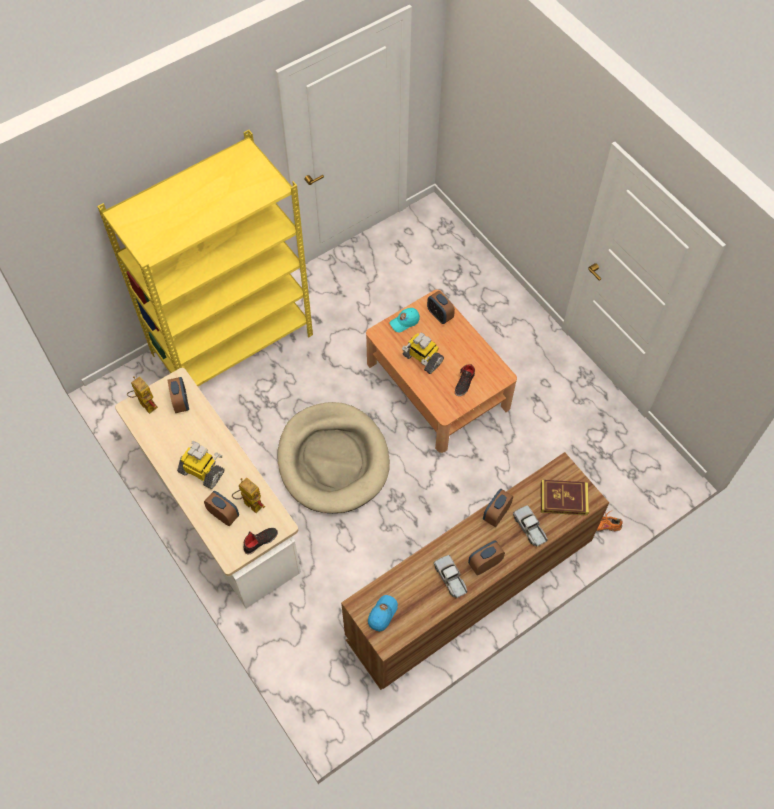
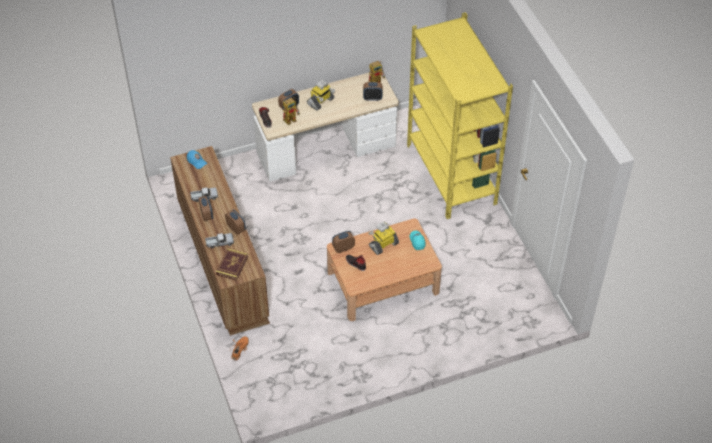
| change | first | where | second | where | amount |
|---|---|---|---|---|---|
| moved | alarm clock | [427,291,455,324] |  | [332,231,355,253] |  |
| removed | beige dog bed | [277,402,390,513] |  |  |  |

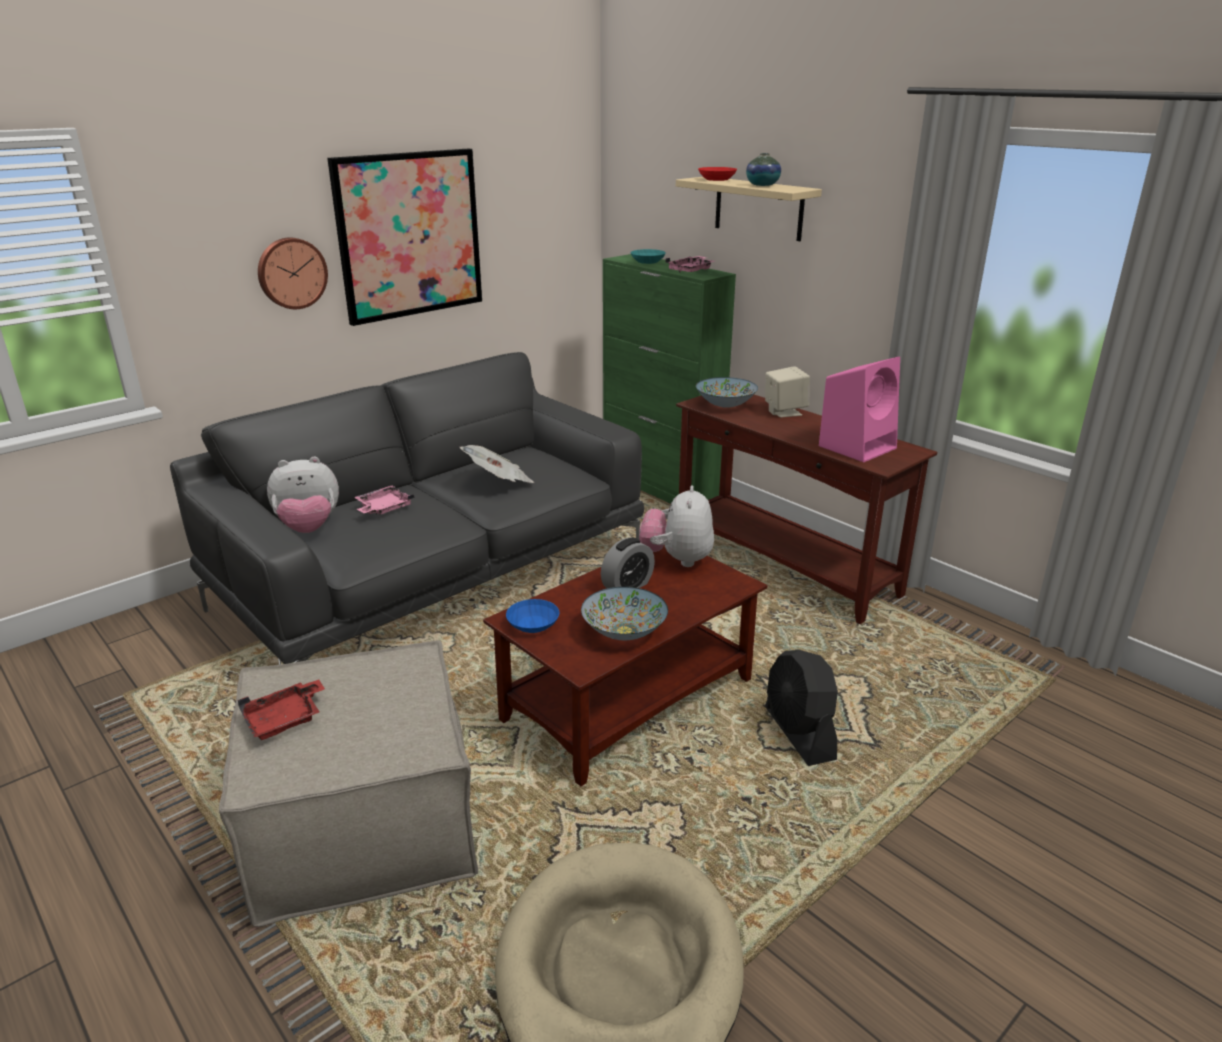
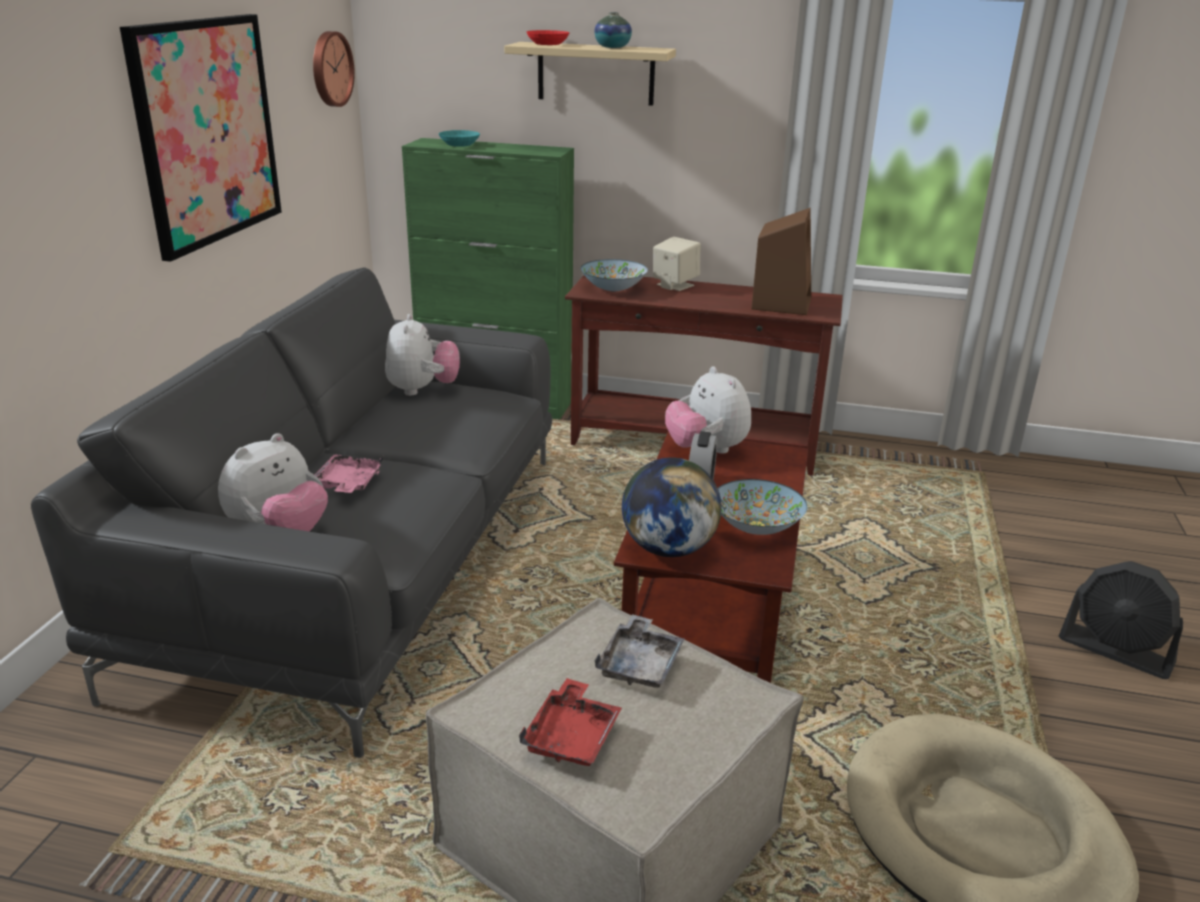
| change | first | where | second | where | amount |
|---|---|---|---|---|---|
| moved | wall clock | [258,238,328,309] |  | [313,31,355,107] |  |
| added |  |  | plush toy | [385,314,460,396] |  |
| added |  |  | grey tray | [595,614,685,688] |  |
| replaced | blue bowl | [506,599,559,633] | globe | [622,457,722,557] |  |
| recoloured | pink speaker | [819,357,900,462] | brown speaker | [751,208,811,315] |  |
| moved | black fan | [765,650,838,766] |  | [1059,561,1183,679] |  |
| removed | newspaper | [460,445,534,483] |  |  |  |
| removed | pink tray | [666,256,714,272] |  |  |  |

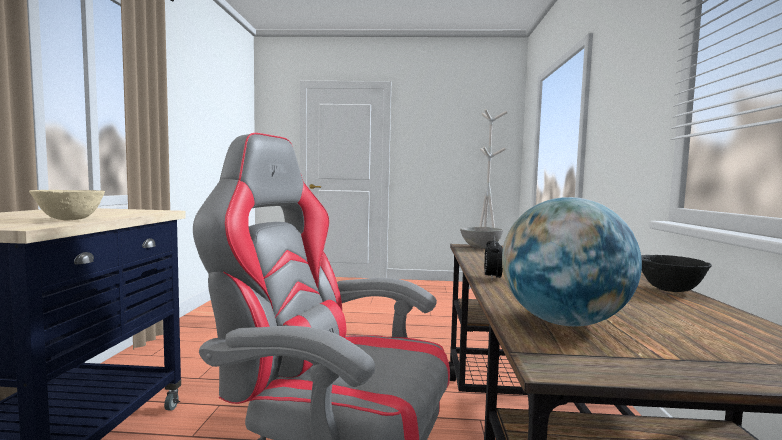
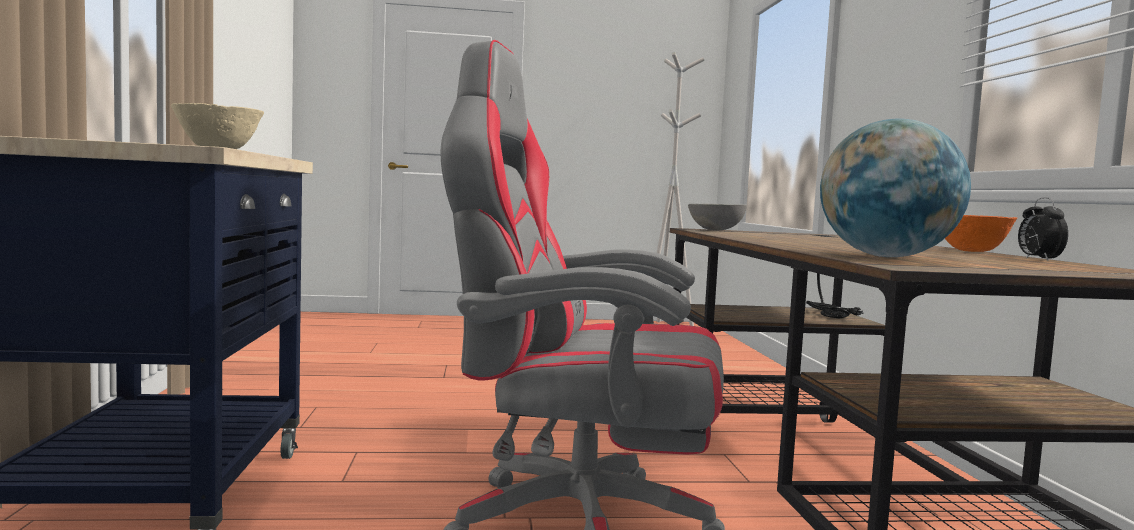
| change | first | where | second | where | amount |
|---|---|---|---|---|---|
| recoloured | black bowl | [641,255,712,292] | orange bowl | [945,215,1017,252] |  |
| moved | alarm clock | [484,235,503,279] |  | [1018,197,1068,261] |  |

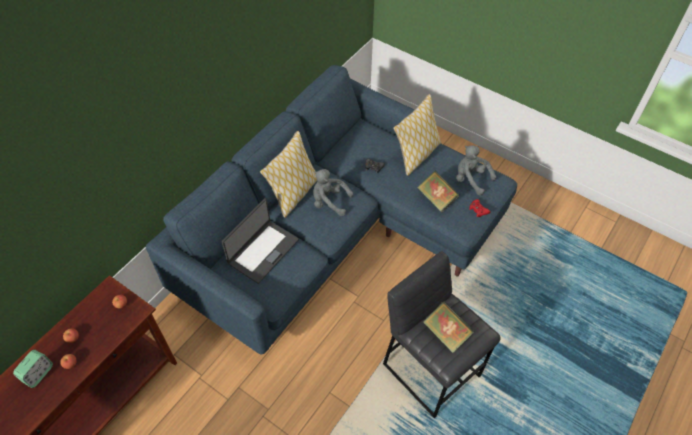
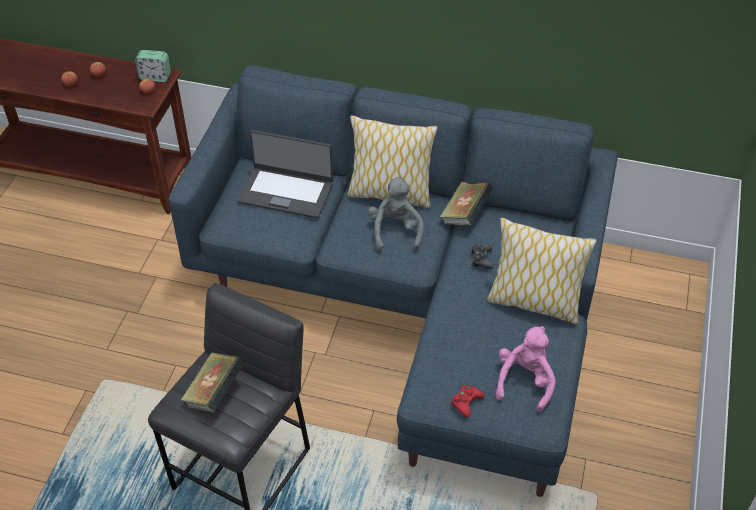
| change | first | where | second | where | amount |
|---|---|---|---|---|---|
| moved | alarm clock | [13,350,53,388] |  | [135,50,171,82] |  |
| moved | book | [417,171,460,212] |  | [440,182,492,225] |  |
| recoloured | grey plush toy | [456,145,496,195] | pink plush toy | [495,326,556,412] |  |

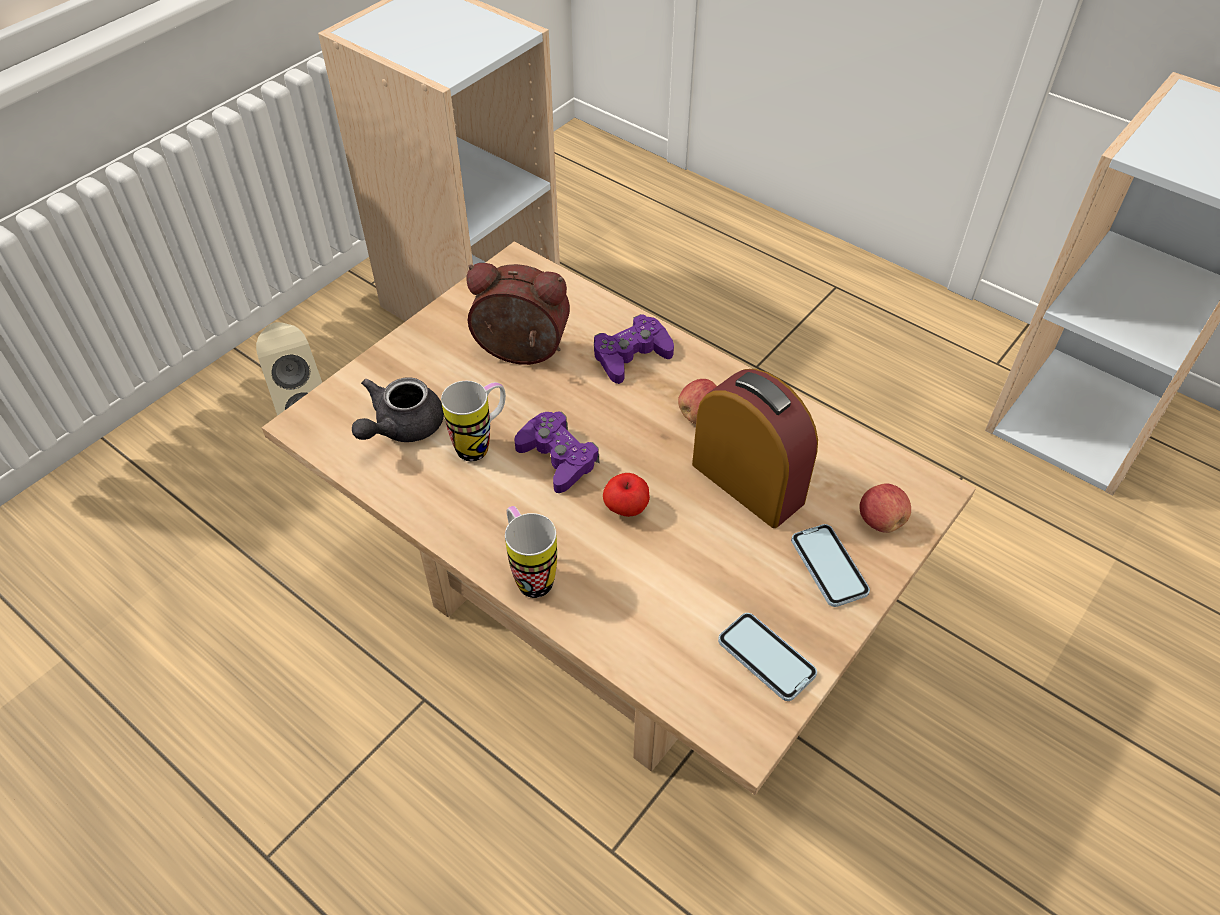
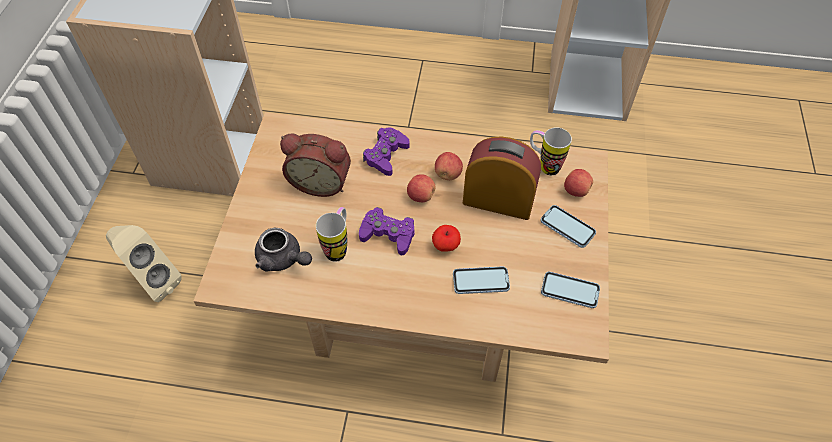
| change | first | where | second | where | amount |
|---|---|---|---|---|---|
| turned | grey teapot | [352,377,444,442] |  | [255,228,312,272] | 60 degrees counterclockwise |
| turned | alarm clock | [466,263,570,365] |  | [280,133,351,197] | 150 degrees counterclockwise |
| added |  |  | apple | [407,174,436,202] |  |
| added |  |  | phone | [453,266,510,294] |  |
| moved | mug | [505,506,557,598] |  | [530,127,572,175] |  |

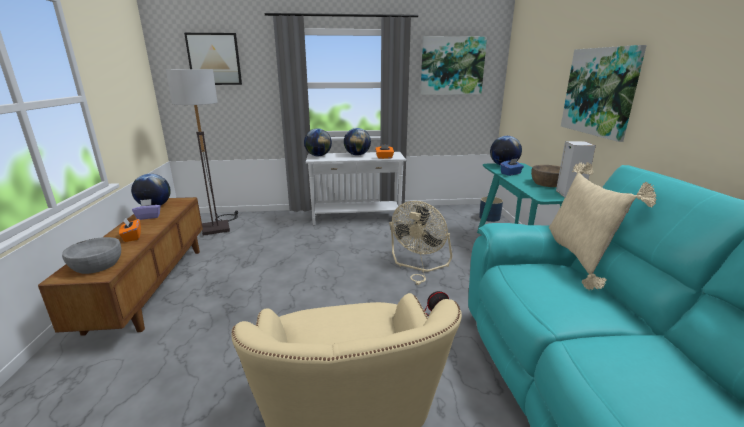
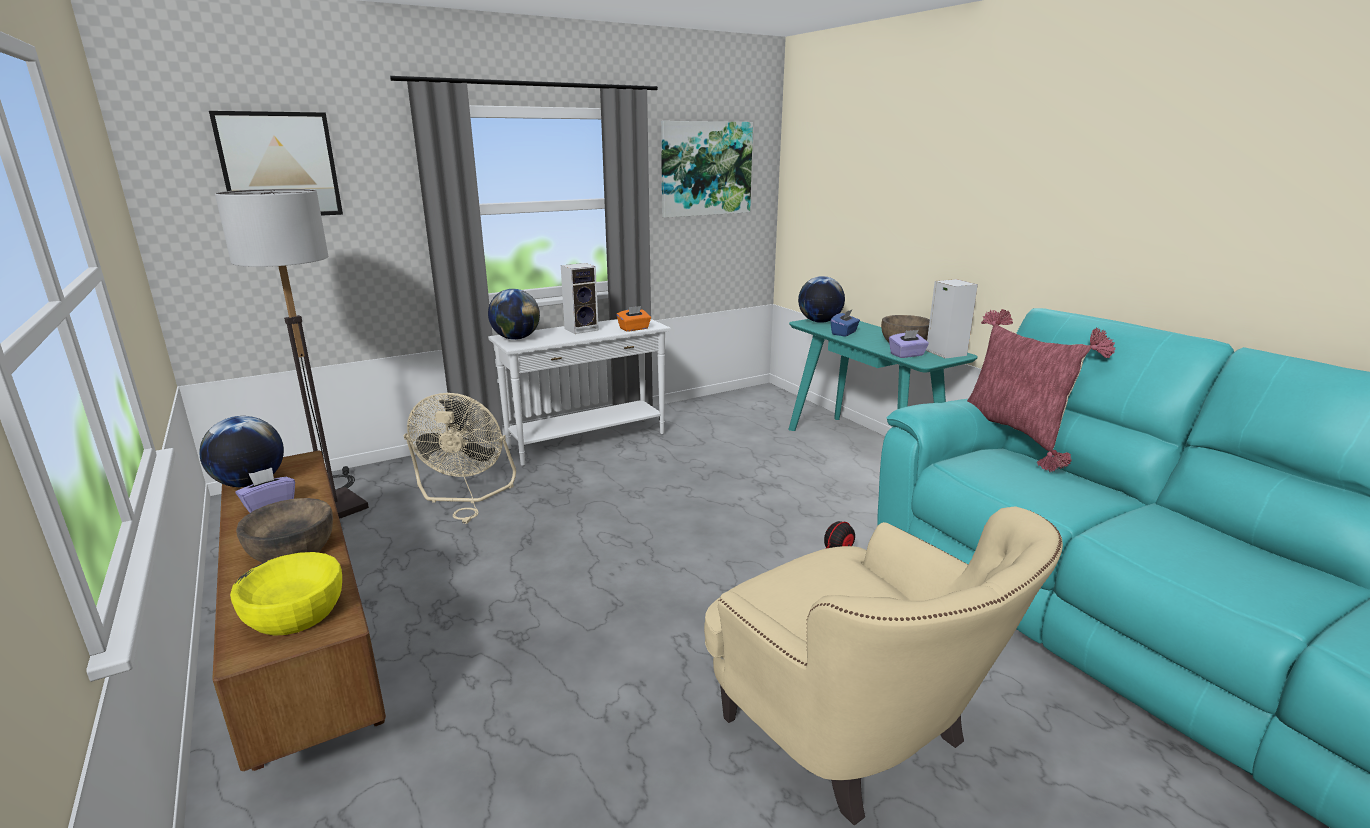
| change | first | where | second | where | amount |
|---|---|---|---|---|---|
| recoloured | grey bowl | [62,237,121,274] | yellow bowl | [230,552,342,636] |  |
| replaced | orange tissue box | [119,217,141,242] | brown bowl | [236,498,333,563] |  |
| moved | beige fan | [389,201,452,285] |  | [404,393,516,524] |  |
| replaced | globe | [344,128,371,156] | speaker | [561,263,599,334] |  |
| added |  |  | purple tissue box | [889,330,929,358] |  |
| recoloured | beige pillow | [549,162,657,291] | red pillow | [967,309,1116,473] |  |
| removed | blue planter | [479,197,503,222] |  |  |  |
| removed | picture | [561,45,647,142] |  |  |  |

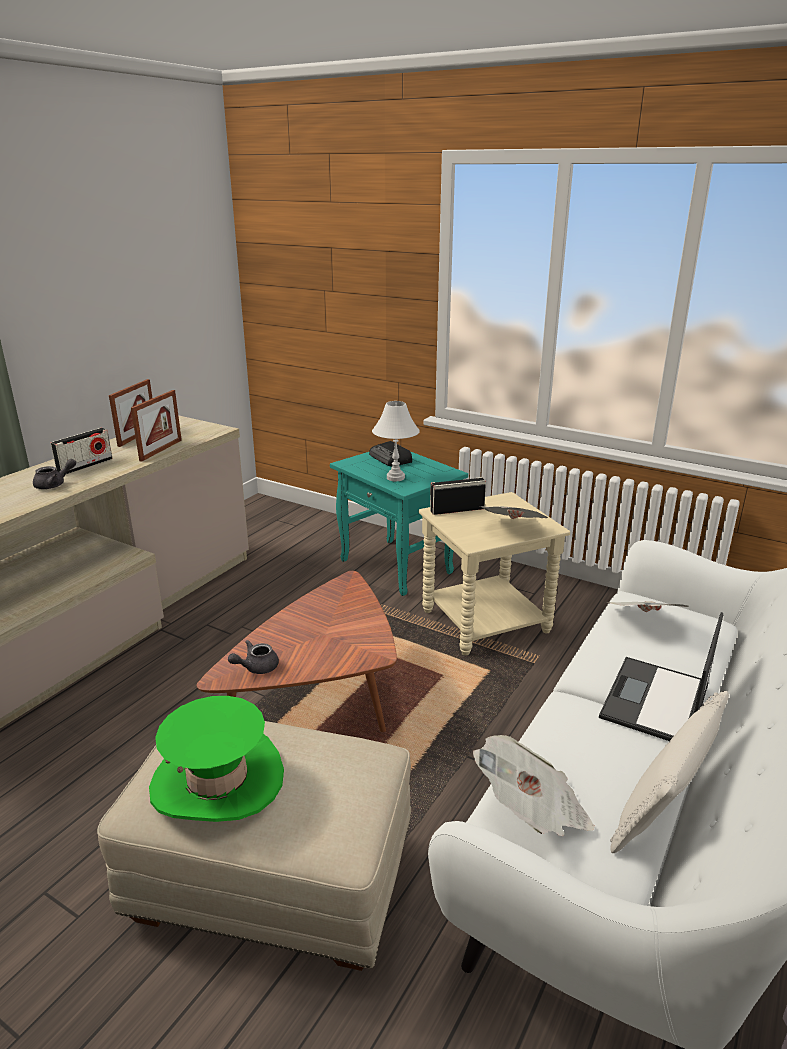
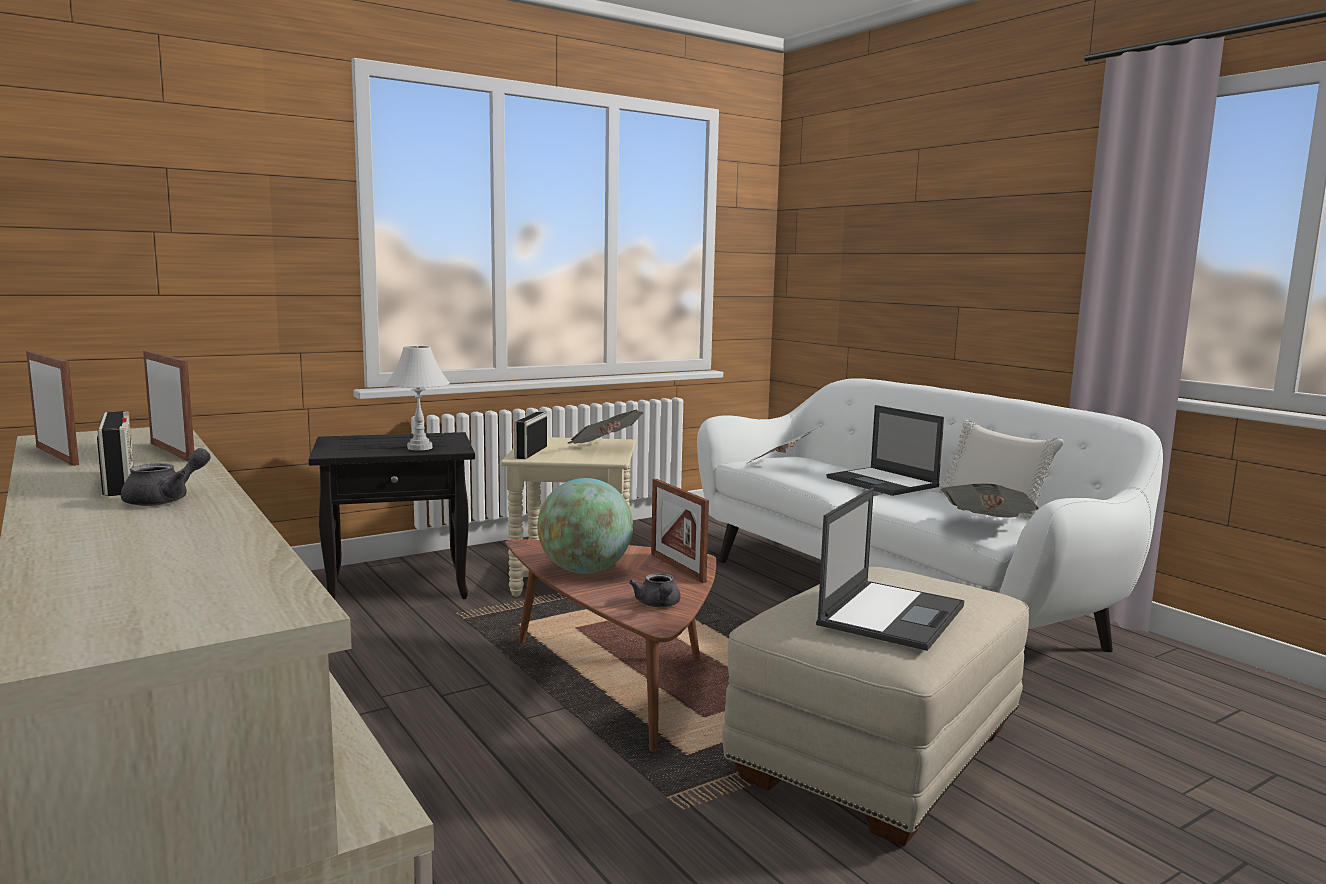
| change | first | where | second | where | amount |
|---|---|---|---|---|---|
| turned | grey teapot | [33,459,76,489] |  | [121,448,211,506] | 45 degrees clockwise |
| recoloured | turquoise side table | [330,451,468,596] | black side table | [309,432,475,599] |  |
| added |  |  | globe | [537,478,633,574] |  |
| added |  |  | picture frame | [651,479,709,583] |  |
| replaced | green hat | [149,696,284,822] | laptop | [816,488,964,651] |  |
| removed | radio | [369,441,412,467] |  |  |  |

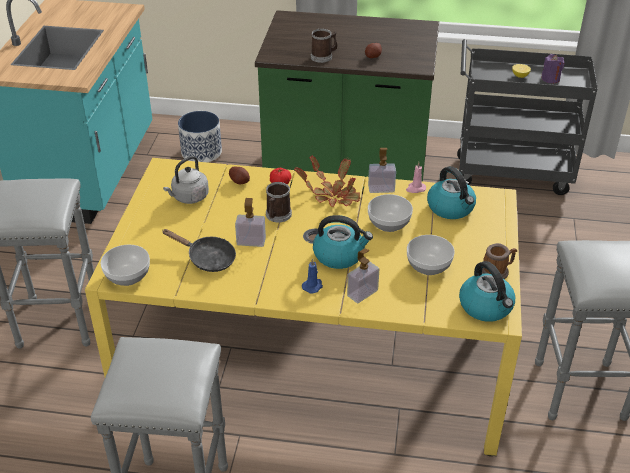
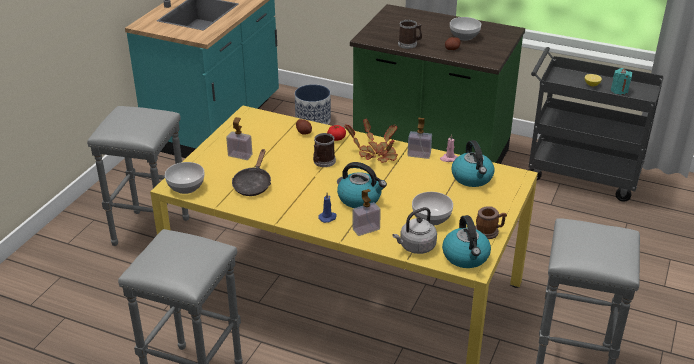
| change | first | where | second | where | amount |
|---|---|---|---|---|---|
| moved | soap dispenser | [235,198,266,247] |  | [226,117,252,160] |  |
| turned | black frying pan | [162,229,236,272] |  | [232,149,271,196] | 60 degrees clockwise |
| moved | grey kettle | [163,156,209,204] |  | [393,207,437,254] |  |
| moved | bowl | [368,194,413,232] |  | [450,17,481,41] |  |
| recoloured | purple candle | [541,54,564,83] | turquoise candle | [611,68,632,95] |  |

